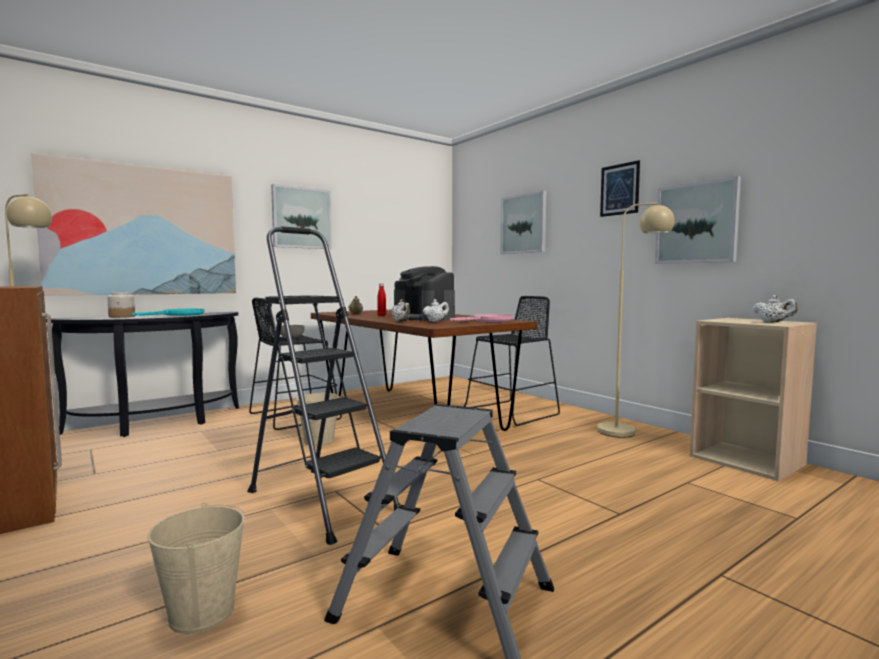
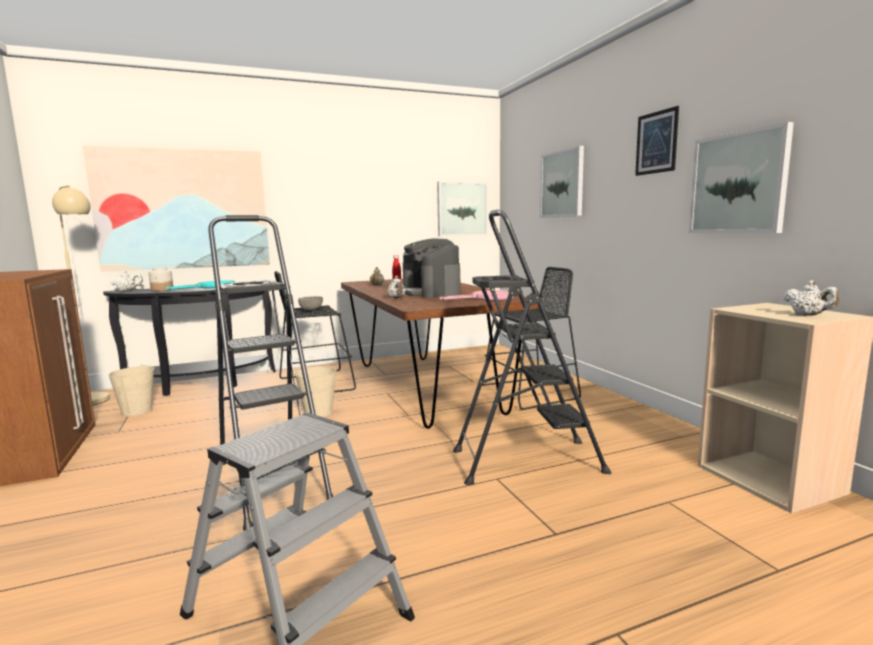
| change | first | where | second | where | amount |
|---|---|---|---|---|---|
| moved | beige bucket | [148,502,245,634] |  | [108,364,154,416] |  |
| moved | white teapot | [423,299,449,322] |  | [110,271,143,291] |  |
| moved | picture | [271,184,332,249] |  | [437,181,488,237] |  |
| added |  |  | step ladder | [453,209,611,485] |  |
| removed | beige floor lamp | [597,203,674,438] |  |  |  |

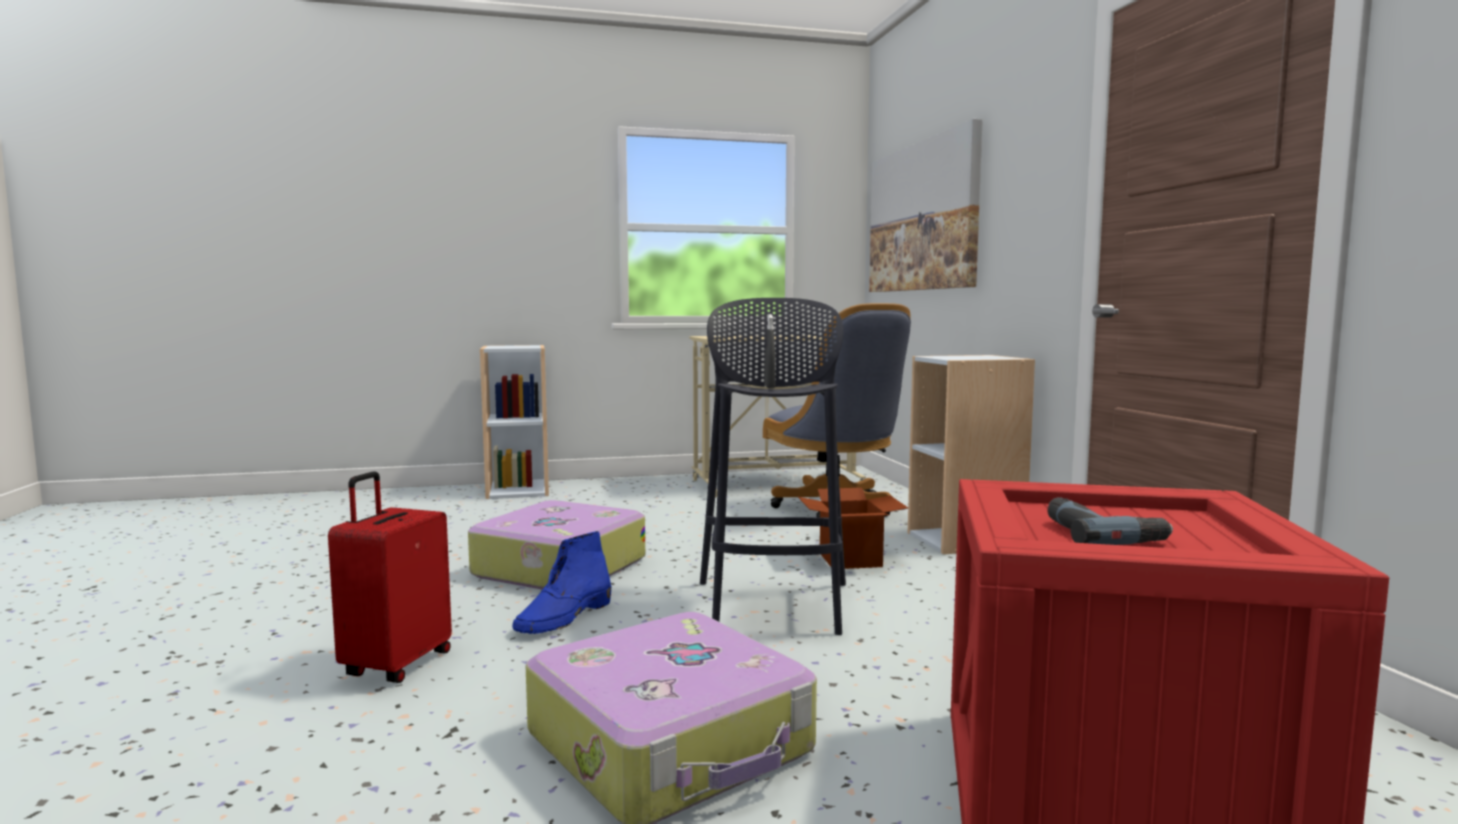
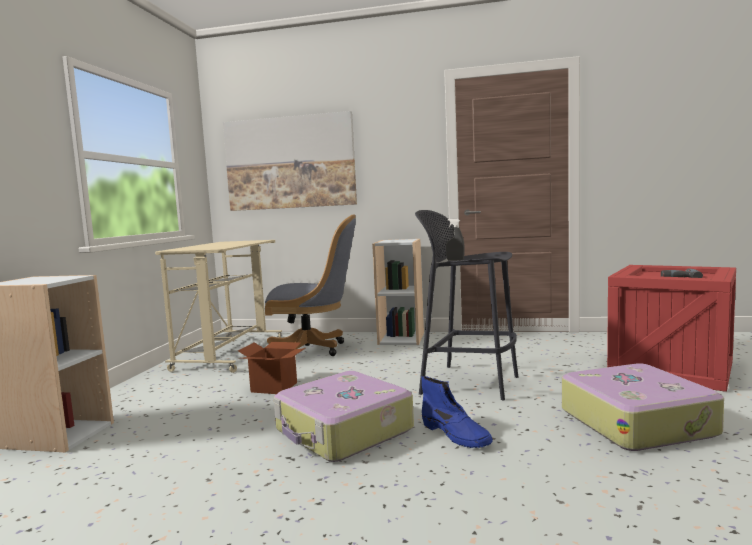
| change | first | where | second | where | amount |
|---|---|---|---|---|---|
| moved | cardboard box | [798,488,908,569] |  | [238,342,306,394] |  |
| removed | red suitcase | [328,472,452,683] |  |  |  |

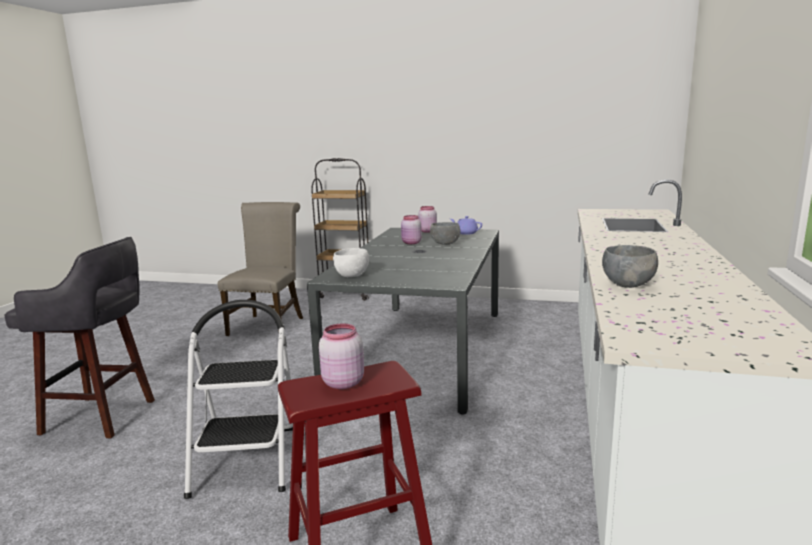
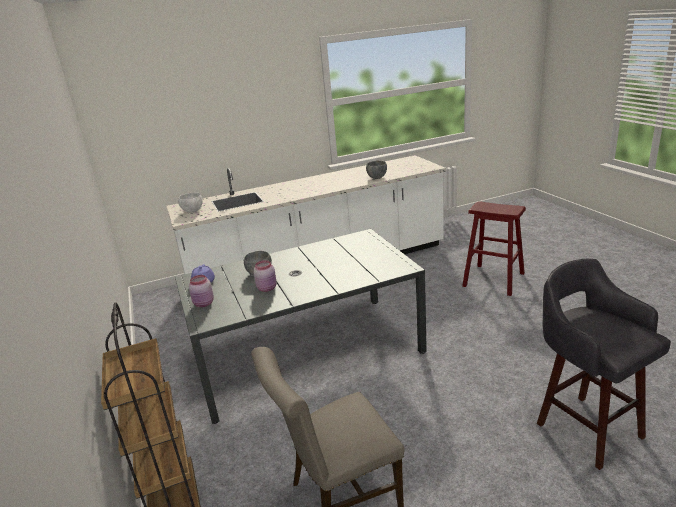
| change | first | where | second | where | amount |
|---|---|---|---|---|---|
| moved | white bowl | [333,248,369,277] |  | [178,193,203,213] |  |
| removed | step ladder | [184,300,293,499] |  |  |  |
| removed | pink jar | [319,323,364,389] |  |  |  |

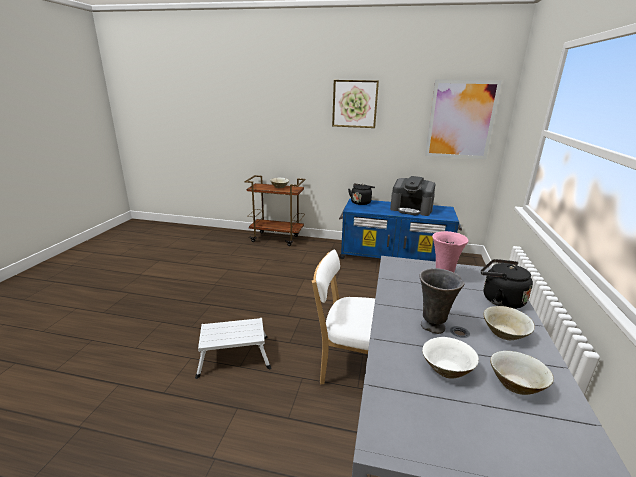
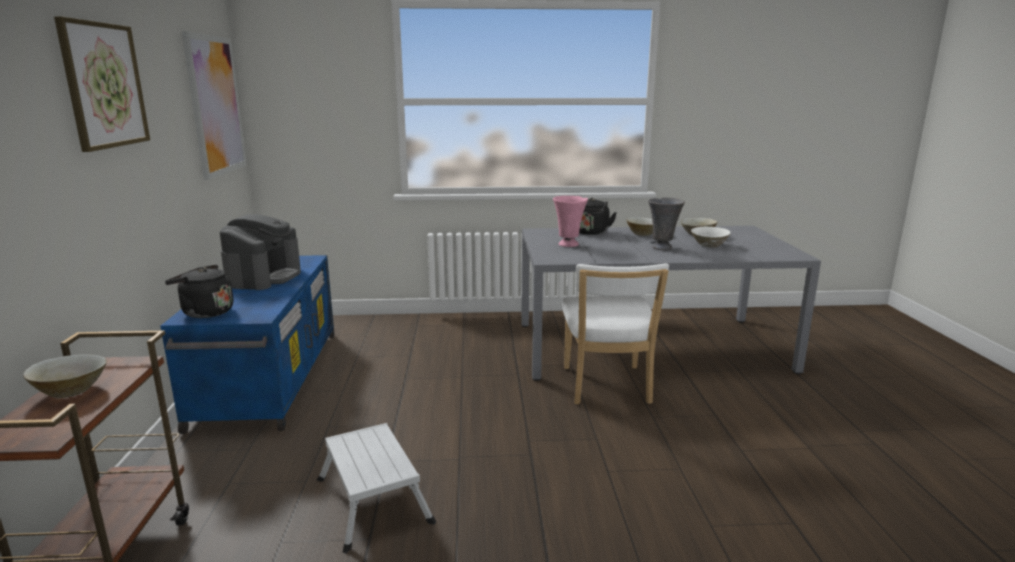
| change | first | where | second | where | amount |
|---|---|---|---|---|---|
| moved | white step ladder | [195,318,271,379] |  | [317,423,436,554] |  |

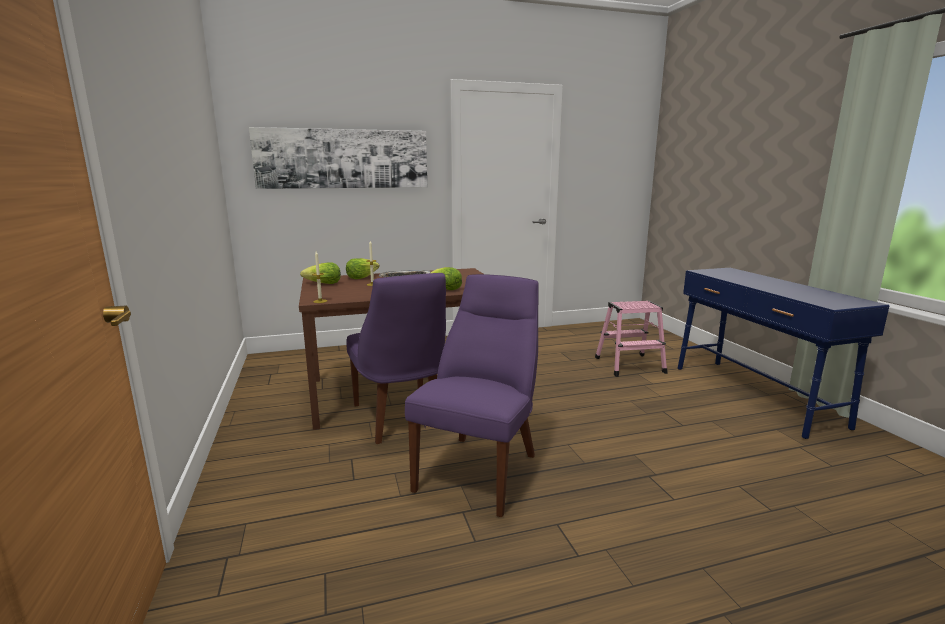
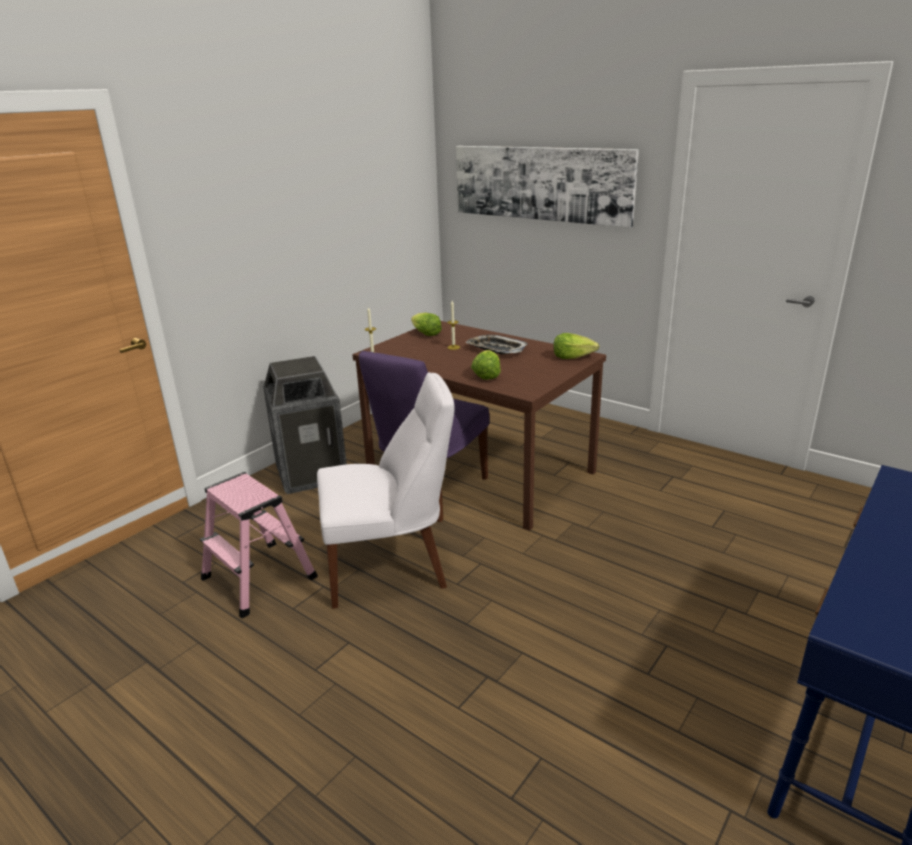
| change | first | where | second | where | amount |
|---|---|---|---|---|---|
| moved | pink step ladder | [595,300,667,377] |  | [200,472,318,618] |  |
| added |  |  | trash can | [263,356,347,494] |  |
| recoloured | purple chair | [405,274,539,517] | white chair | [317,372,455,609] |  |
| moved | lettuce | [346,258,380,279] |  | [553,333,599,359] |  |

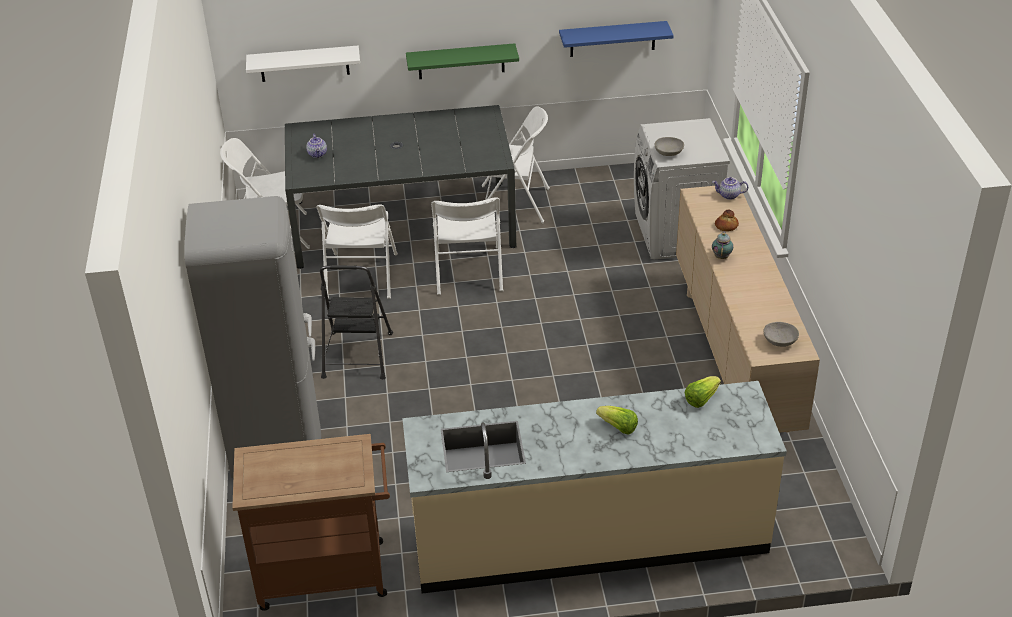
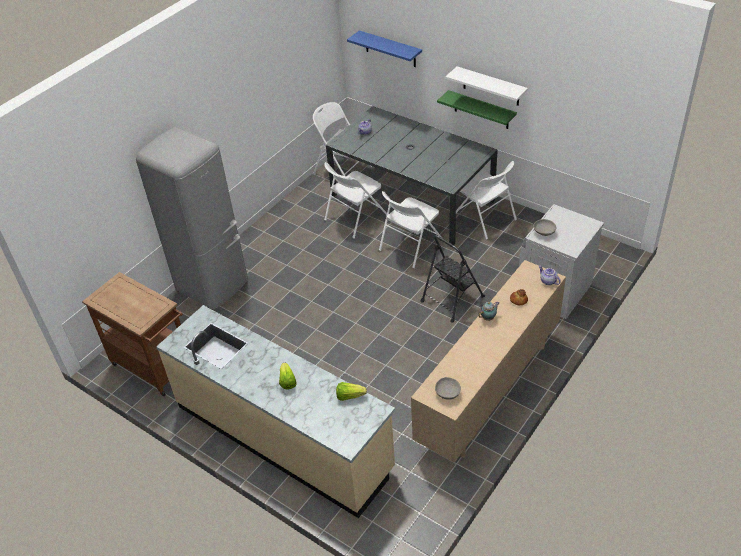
| change | first | where | second | where | amount |
|---|---|---|---|---|---|
| moved | blue shelf | [559,21,674,57] |  | [347,30,422,67] |  |
| moved | black step ladder | [320,265,393,379] |  | [420,235,485,323] |  |
| moved | white shelf | [246,46,360,82] |  | [445,66,528,106] |  |

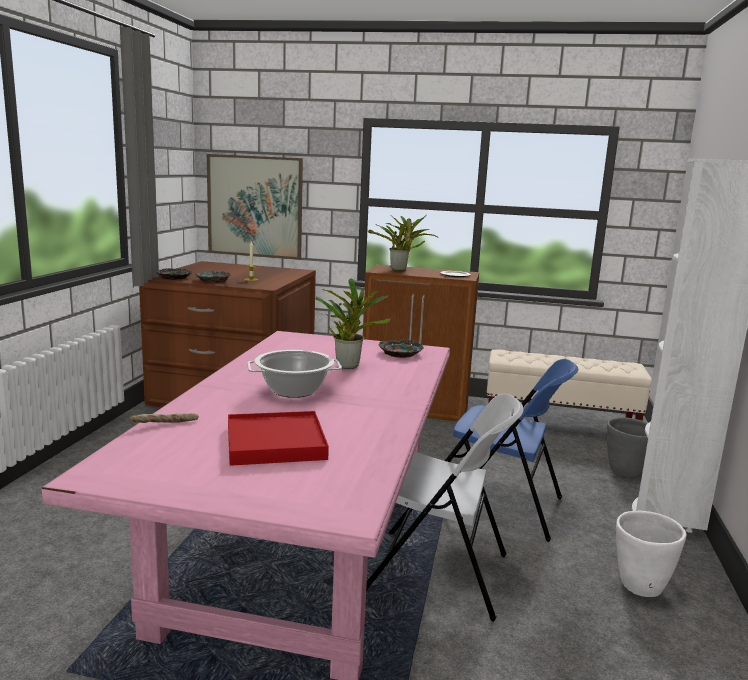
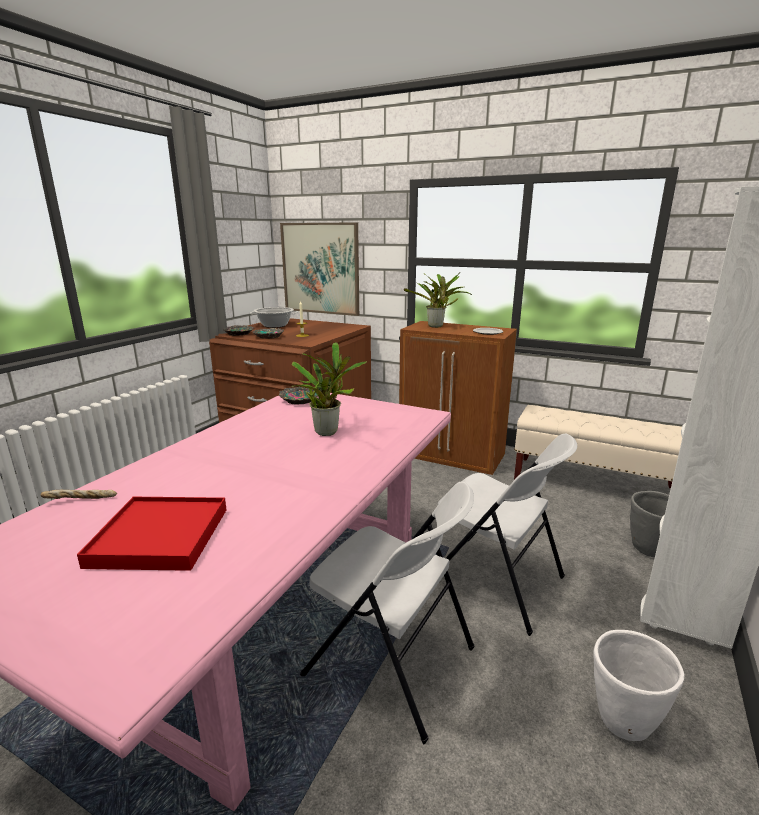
| change | first | where | second | where | amount |
|---|---|---|---|---|---|
| moved | cooking pot | [247,350,342,398] |  | [250,307,298,328] |  |
| moved | bowl | [378,339,424,358] |  | [279,387,318,405] |  |
| recoloured | blue chair | [453,359,578,542] | white chair | [437,434,577,636] |  |

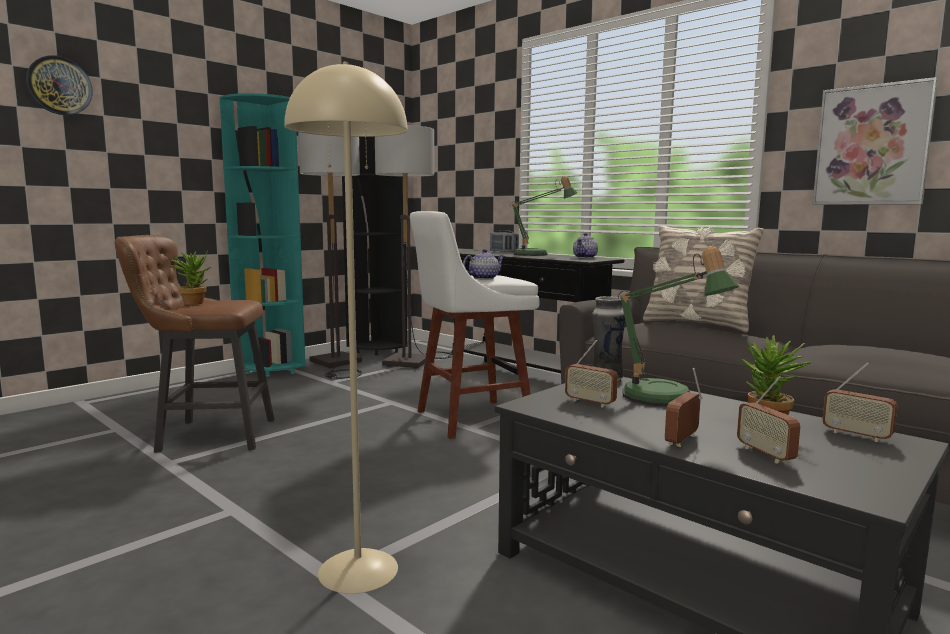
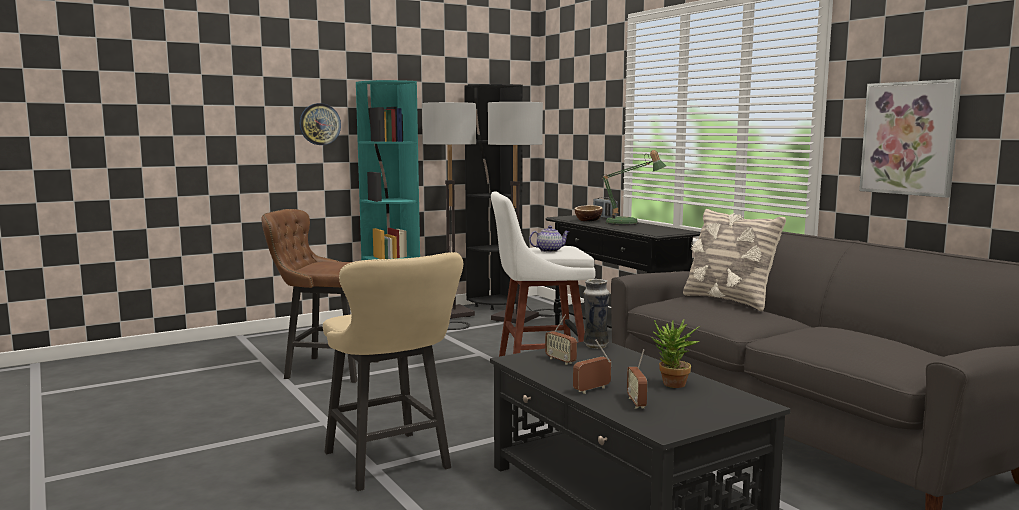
| change | first | where | second | where | amount |
|---|---|---|---|---|---|
| moved | wall clock | [26,55,93,115] |  | [300,103,341,145] |  |
| replaced | beige floor lamp | [284,62,408,594] | beige stool | [323,252,463,491] |  |
| added |  |  | bowl | [574,205,603,221] |  |
| removed | potted plant | [170,251,210,305] |  |  |  |
| removed | teapot | [573,233,598,258] |  |  |  |
| removed | table lamp | [618,246,739,407] |  |  |  |
| removed | radio | [822,363,898,442] |  |  |  |

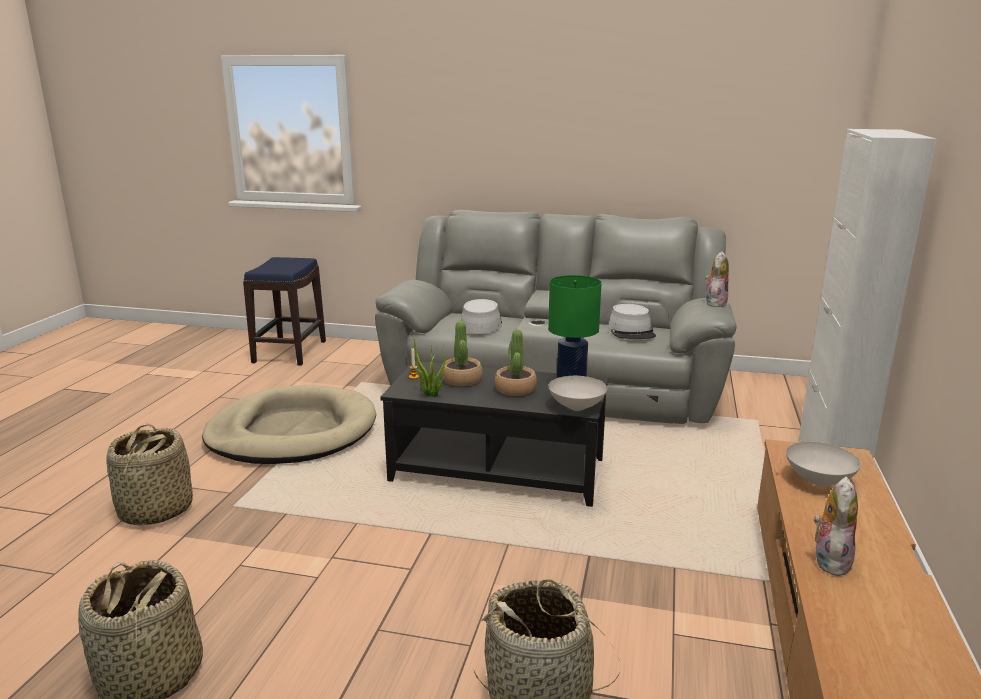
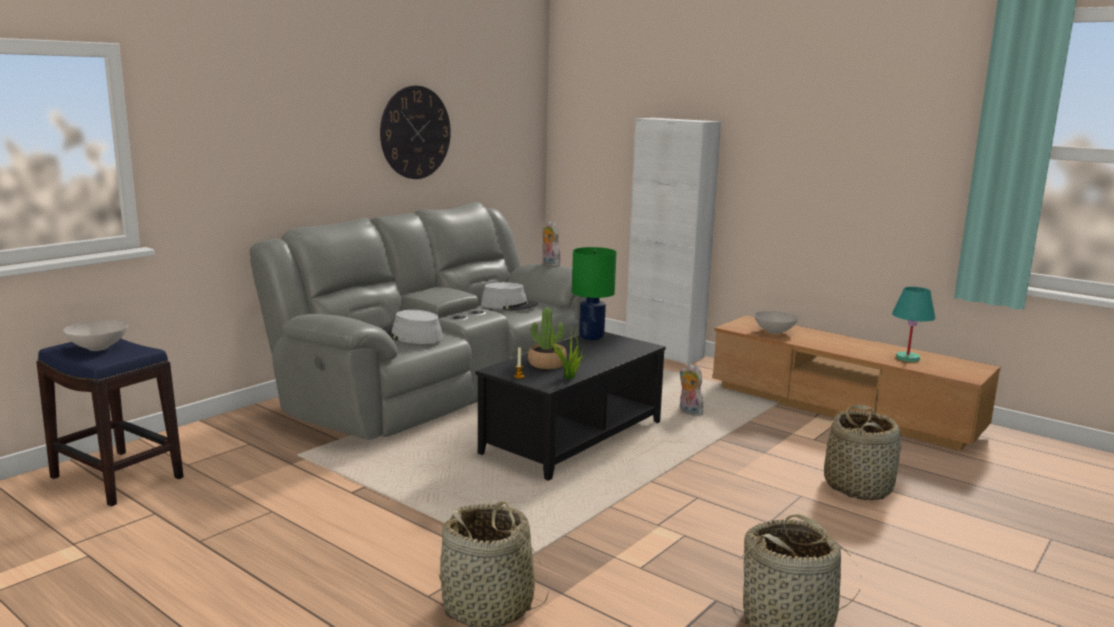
| change | first | where | second | where | amount |
|---|---|---|---|---|---|
| moved | white bowl | [548,376,608,411] |  | [63,319,128,351] |  |
| added |  |  | wall clock | [380,86,451,179] |  |
| moved | plush toy | [812,477,858,576] |  | [679,364,703,416] |  |
| added |  |  | turquoise table lamp | [892,287,936,362] |  |
| removed | beige dog bed | [202,385,376,464] |  |  |  |
| removed | potted plant | [495,329,537,396] |  |  |  |

